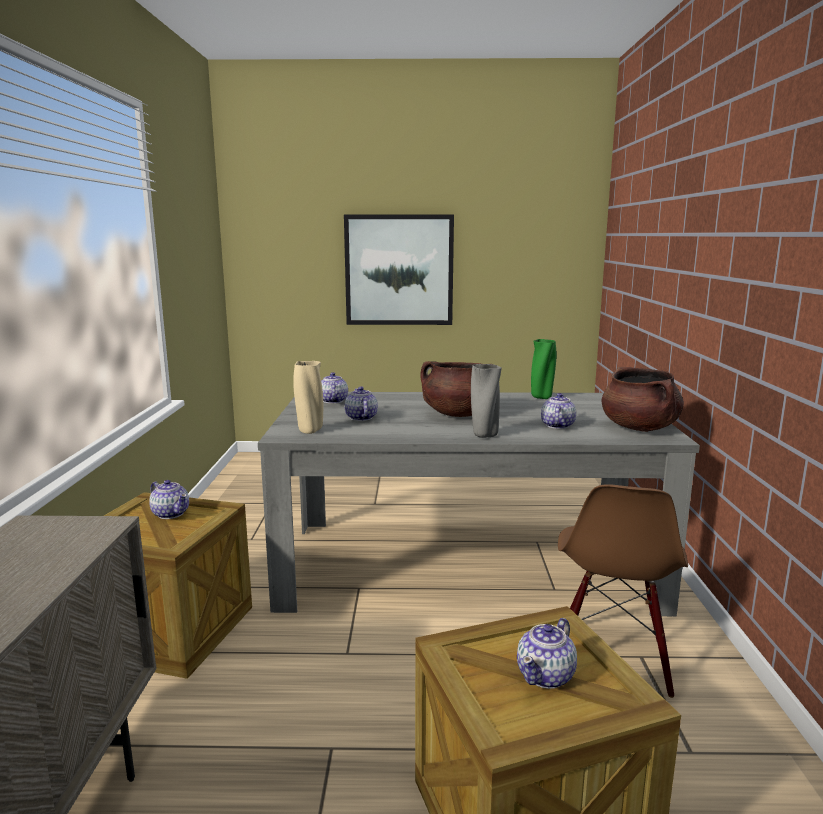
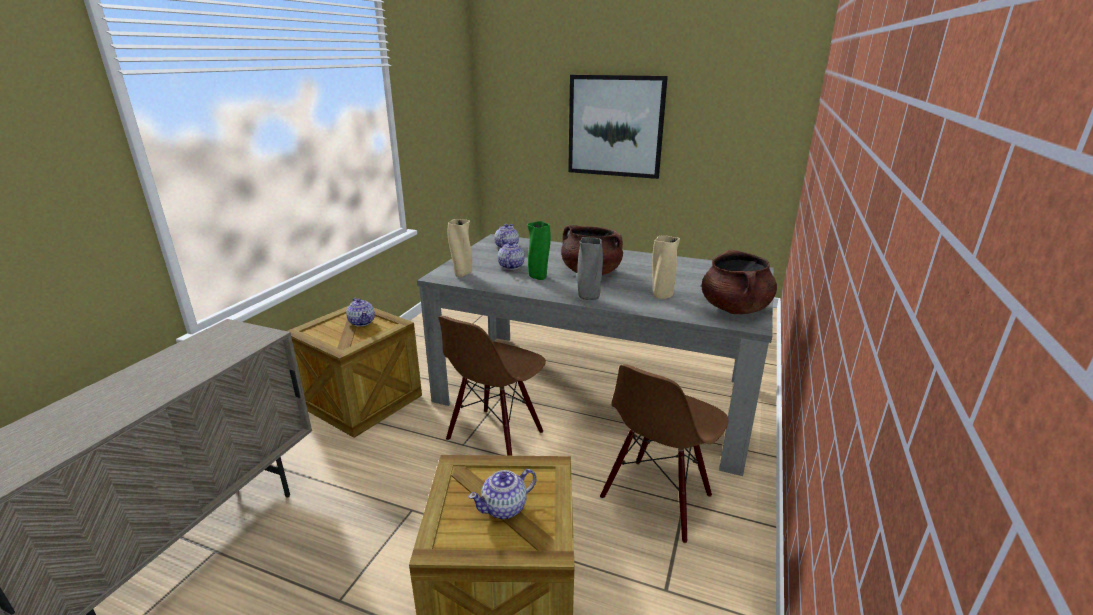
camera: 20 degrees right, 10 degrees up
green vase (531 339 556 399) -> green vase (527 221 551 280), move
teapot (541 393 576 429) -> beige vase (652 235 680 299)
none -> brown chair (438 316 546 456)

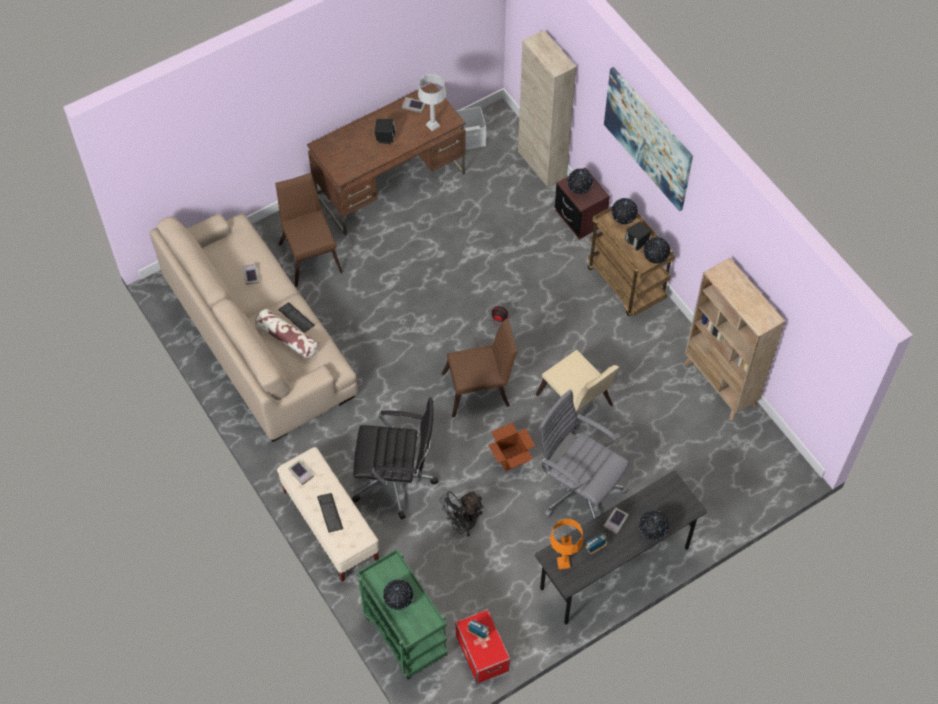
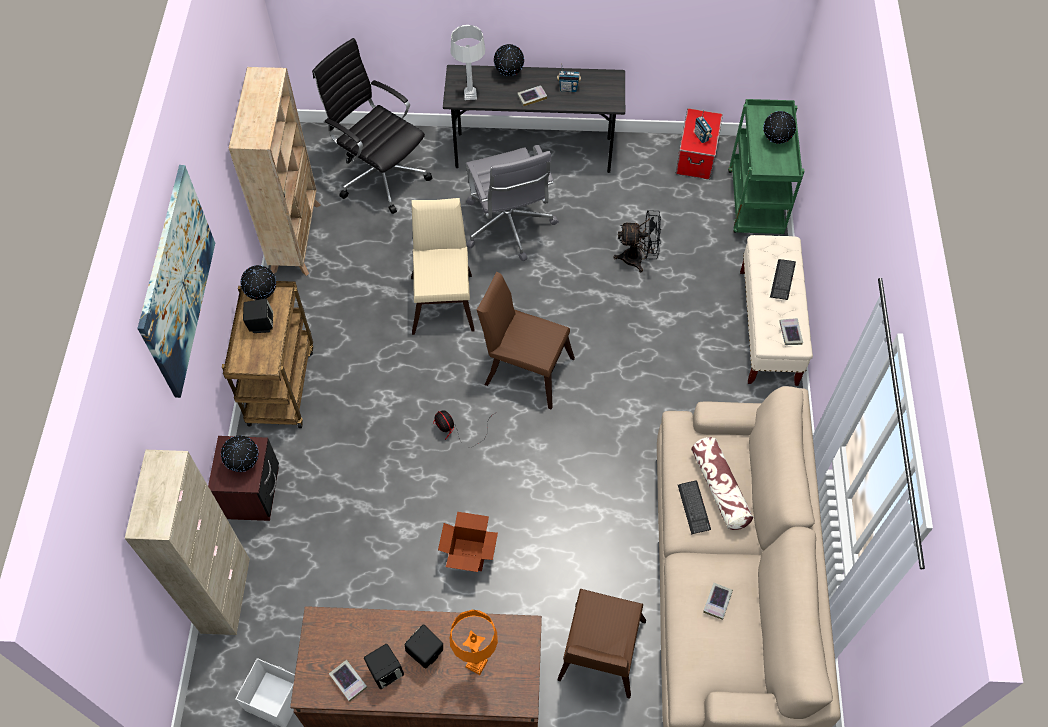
camera: 145 degrees left, 0 degrees up
grey table lamp (418 74 446 131) -> grey table lamp (450 25 485 100), move
globe (612 198 638 224) -> none
black office chair (352 397 438 519) -> black office chair (312 38 432 214), move
cardboard box (488 423 535 471) -> cardboard box (438 512 498 572), move
orange table lamp (550 519 583 569) -> orange table lamp (450 610 498 675), move
none -> black speaker (364 644 404 689)

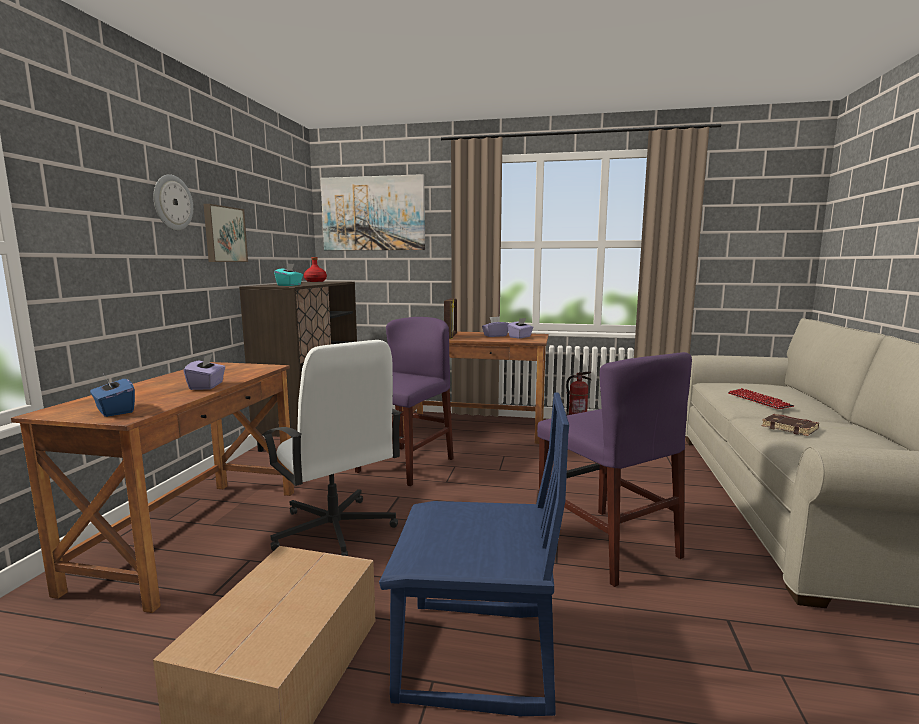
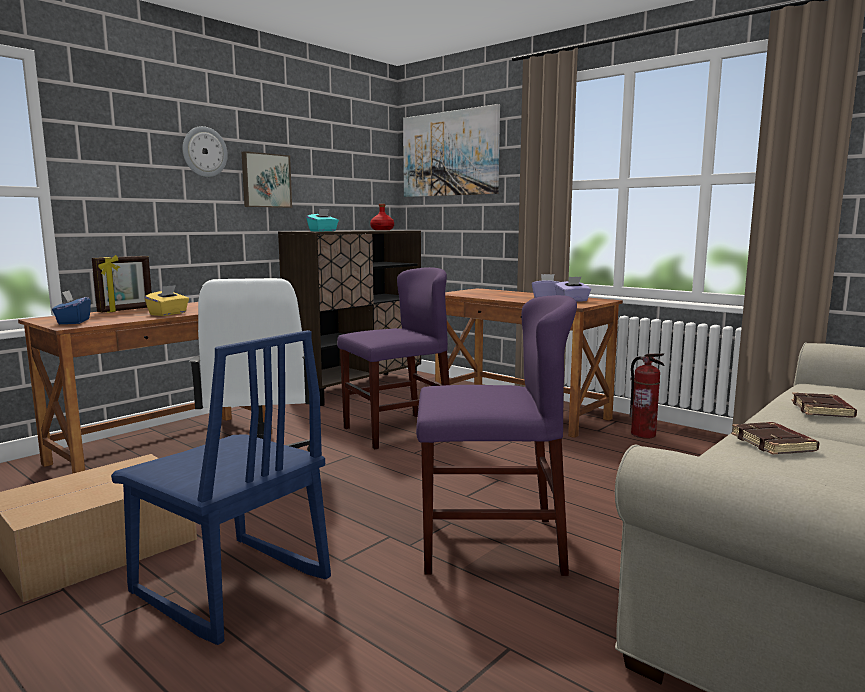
camera: 30 degrees right, 0 degrees up
picture frame (444 298 457 339) -> picture frame (92 255 152 312), move
purple chair (537 352 692 587) -> purple chair (416 295 577 576), 90 degrees counterclockwise
purple tissue box (184 353 225 390) -> yellow tissue box (144 285 189 316)
keyboard (728 388 795 409) -> brown book (791 392 857 418)

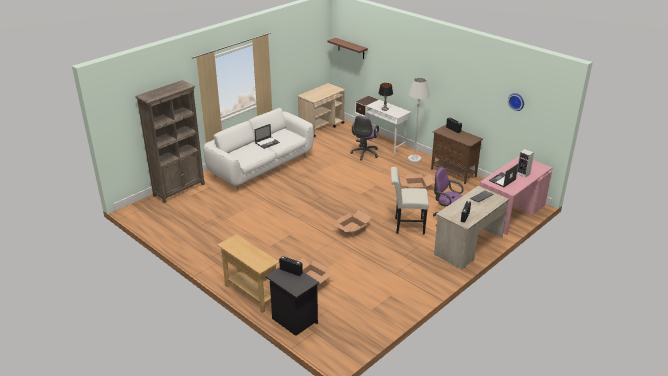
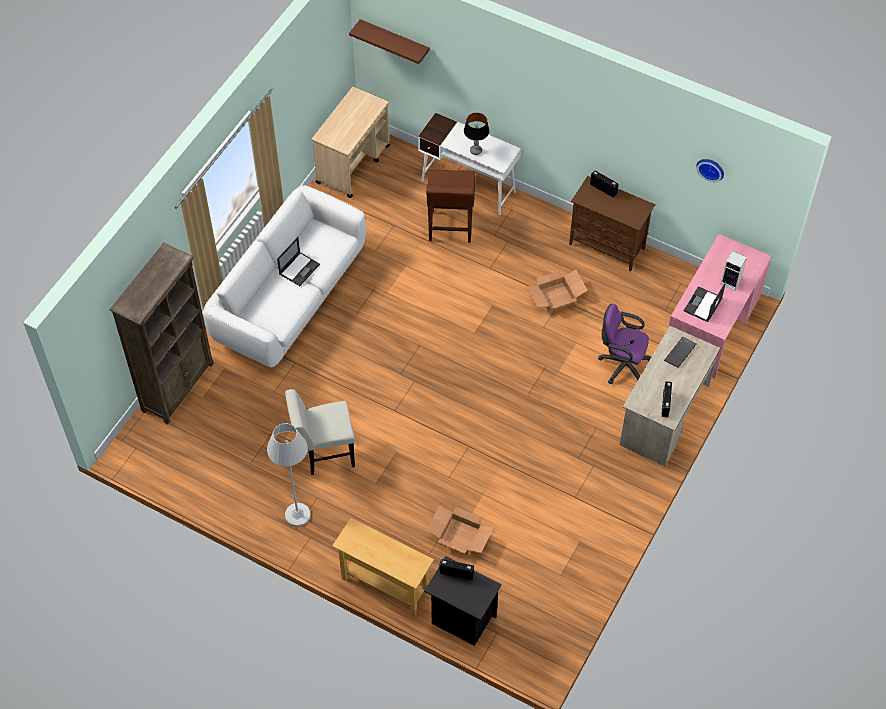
camera: 15 degrees left, 25 degrees up
white floor lamp (408 78 430 163) -> white floor lamp (267 423 311 527), move
purple office chair (350 116 379 160) -> brown stool (426 170 476 243)
white chair (391 167 429 235) -> white chair (285 389 355 475), move
cardboard box (333 210 372 237) -> none

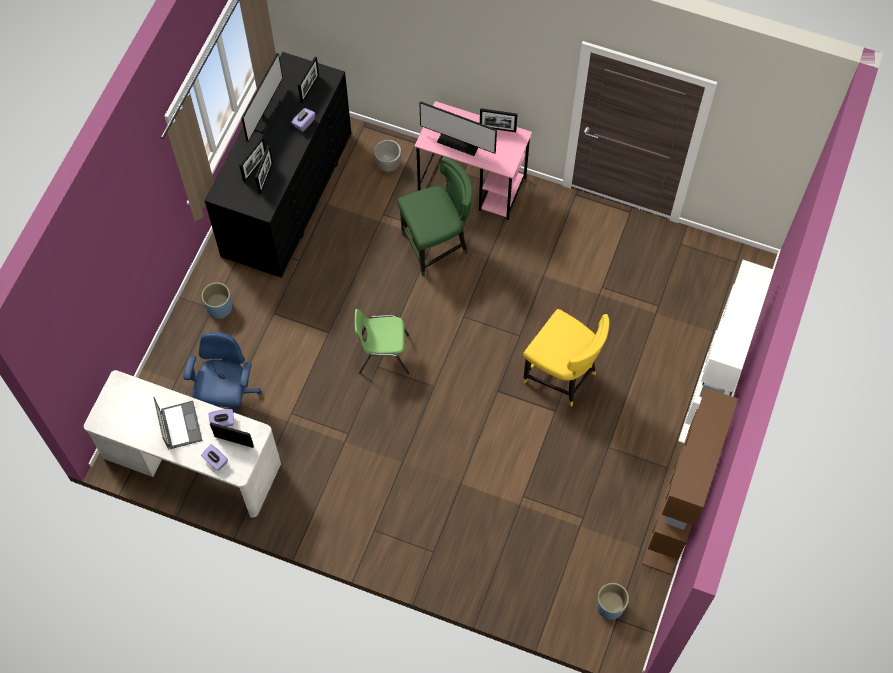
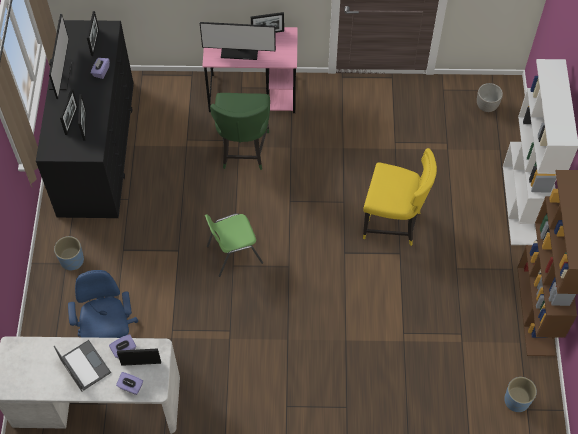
camera: 20 degrees left, 5 degrees down
planter (374 140 402 172) -> planter (477 83 503 112), move
green chair (397 157 472 276) -> green chair (210 93 270 170), 135 degrees clockwise

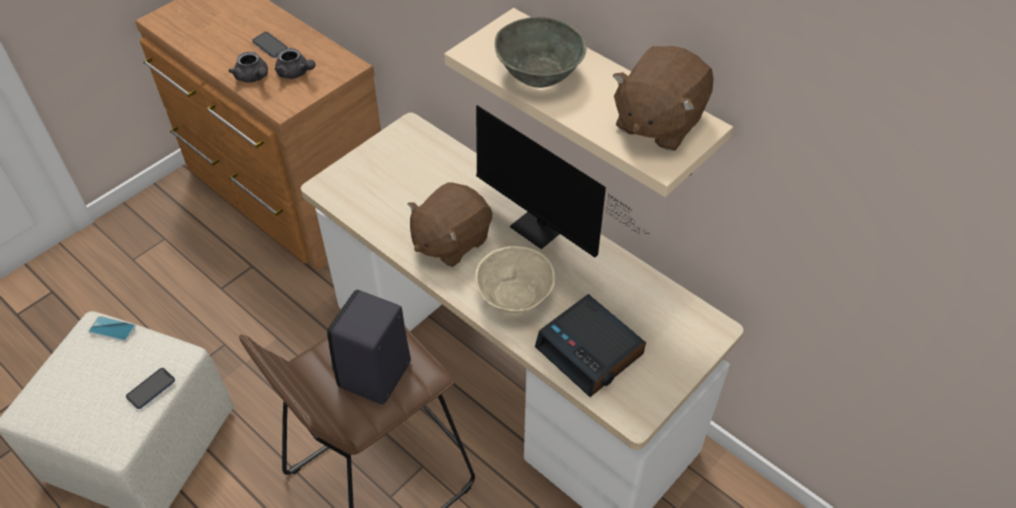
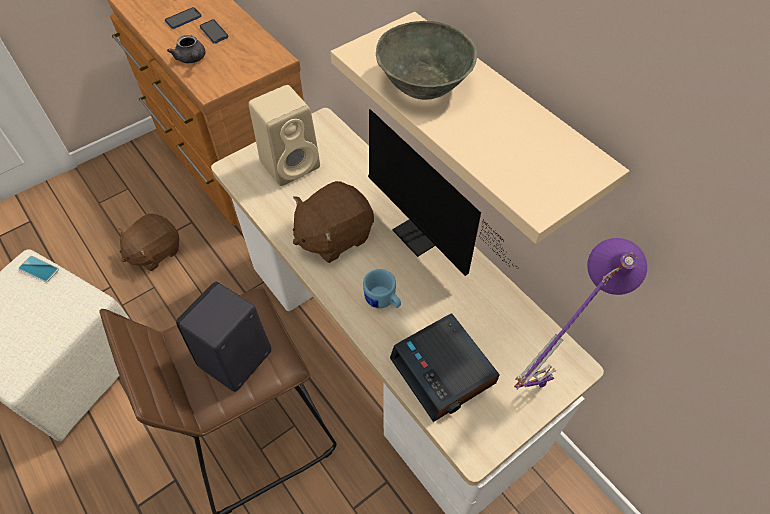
camera: 10 degrees right, 5 degrees up
brown plush toy (613 46 713 151) -> brown plush toy (118 214 179 271), move
grey teapot (275 48 315 79) -> none
beige bowl (475 246 555 313) -> blue mug (363 269 401 309)
phone (126 368 175 409) -> phone (165 7 202 29), move
none -> beige speaker (248 85 320 186)
none -> purple table lamp (514 238 647 389)

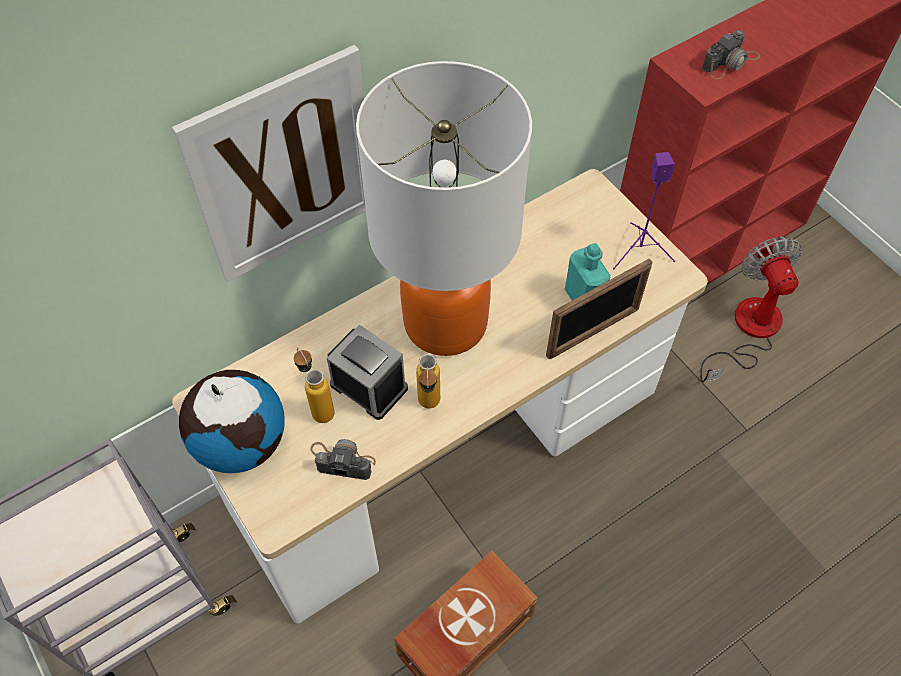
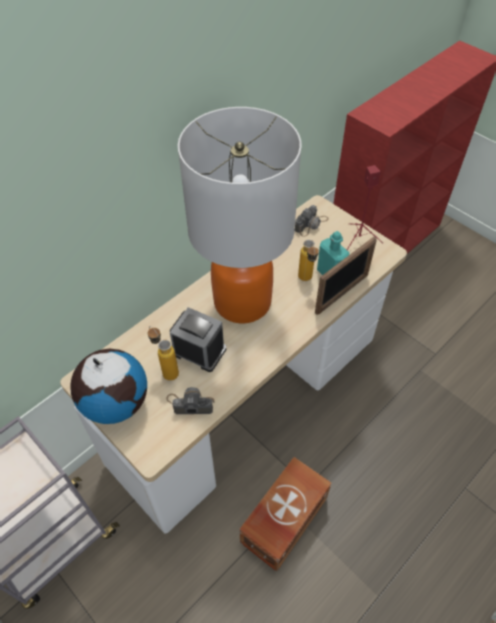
camera: 10 degrees left, 5 degrees down
photo camera (702 30 760 79) -> photo camera (295 205 329 237), move
picture (172 45 366 282) -> none
purple speaker (613 152 675 270) -> red speaker (347 165 383 250)
fan (700 237 802 382) -> none
bottle (416 354 440 408) -> bottle (298 240 319 281), move

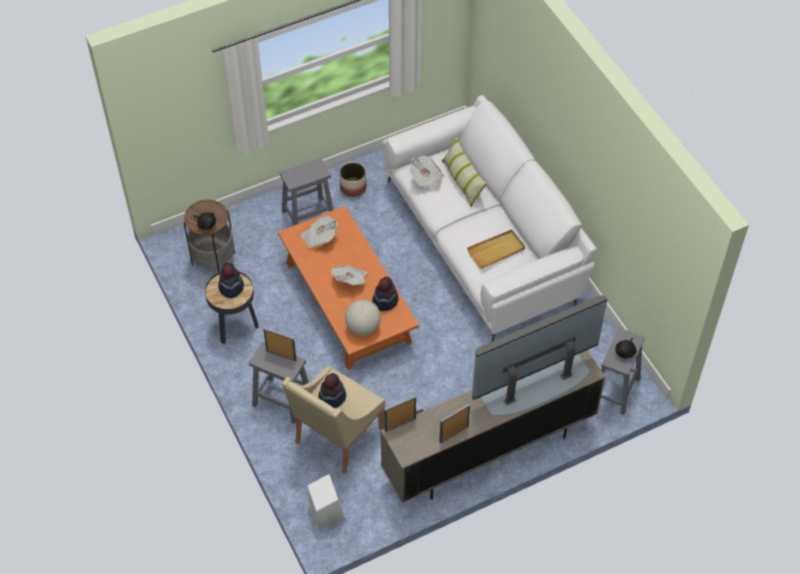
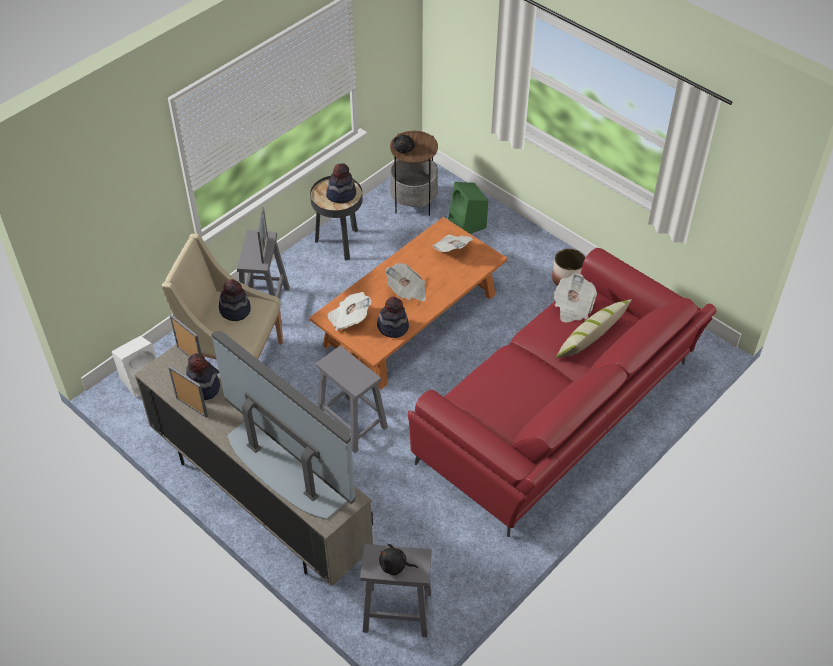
camera: 70 degrees right, 5 degrees down
white sofa (382 95 597 342) -> red sofa (408 248 716 537)
grey stool (279 158 333 226) -> grey stool (316 346 388 453), move
beige tray (467 230 525 269) -> none
globe (345 300 381 335) -> newspaper (327 292 372 331)
none -> green speaker (448 182 488 234)
none -> hat (186 353 220 400)

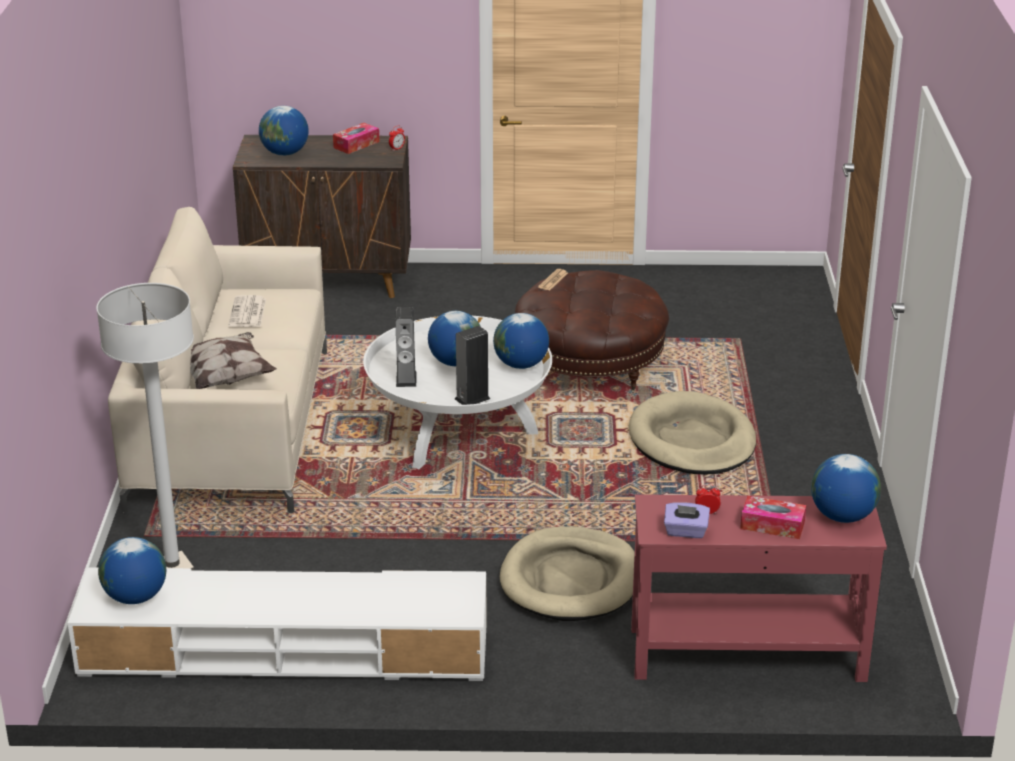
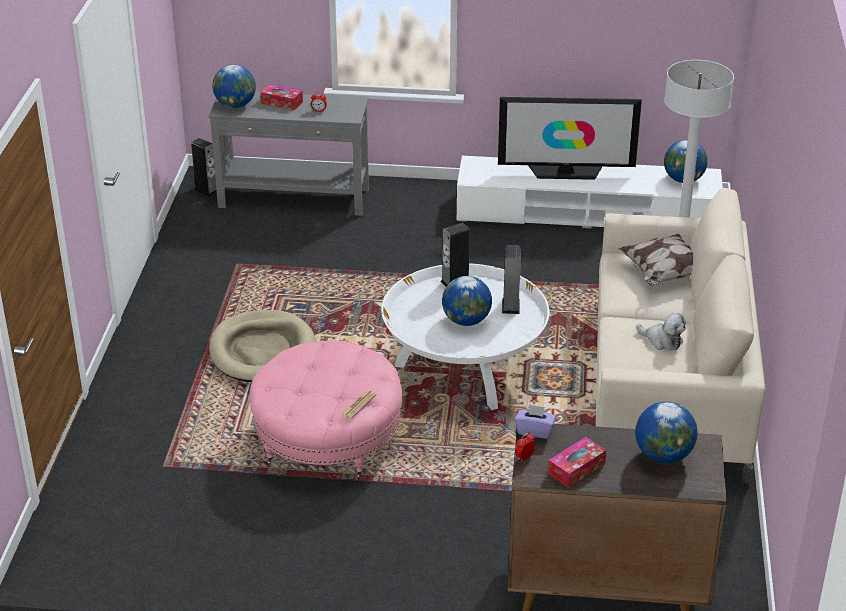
camera: 175 degrees left, 5 degrees up
brown ottoman (515 270 669 393) -> pink ottoman (250 341 403 477)
newspaper (228 295 266 327) -> plush toy (636 313 686 351)
globe (493 313 549 369) -> none
red console table (631 494 887 682) -> grey console table (208 92 369 216)
purple tissue box (664 502 710 538) -> purple tissue box (515 404 556 439), move
beige dog bed (500 526 635 621) -> none
none -> television (498 97 642 180)
none -> speaker (191 138 217 197)

